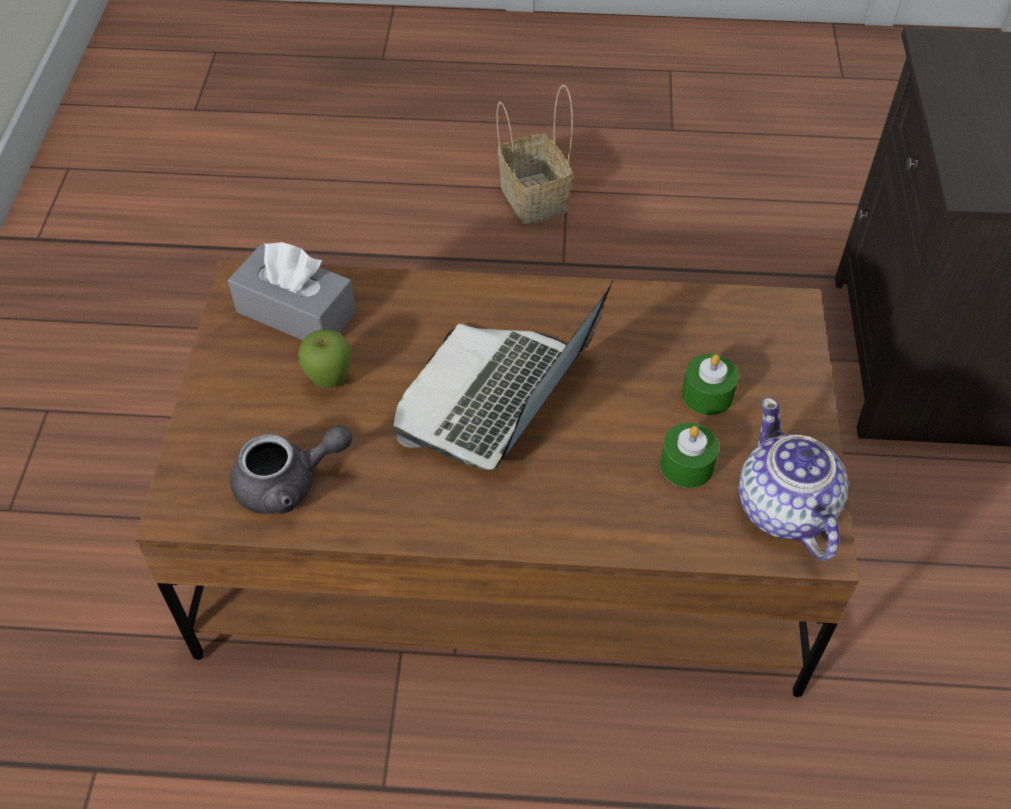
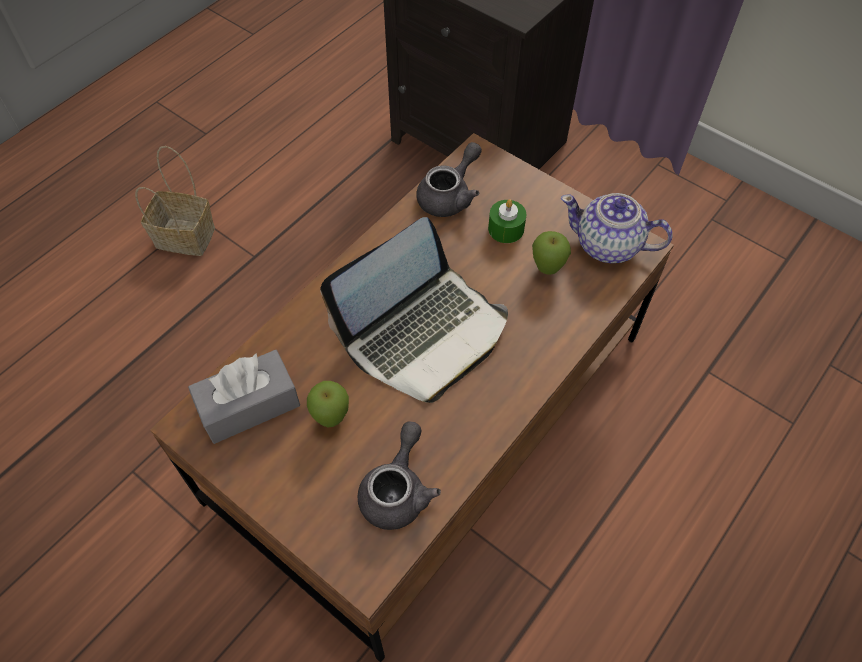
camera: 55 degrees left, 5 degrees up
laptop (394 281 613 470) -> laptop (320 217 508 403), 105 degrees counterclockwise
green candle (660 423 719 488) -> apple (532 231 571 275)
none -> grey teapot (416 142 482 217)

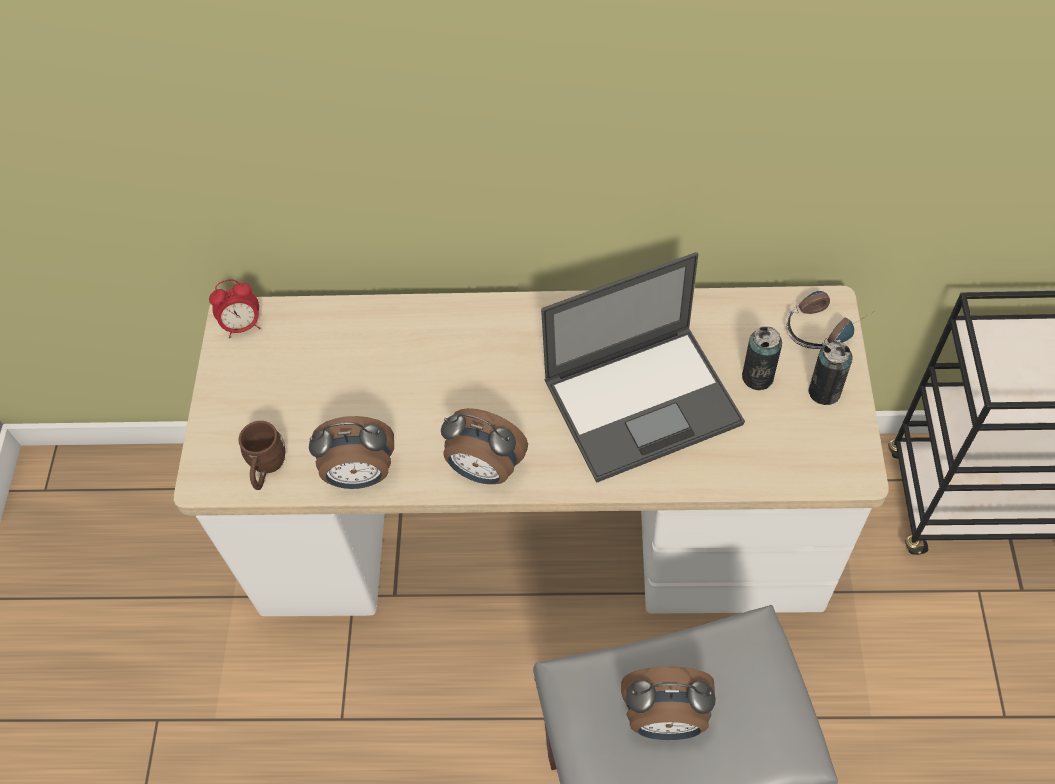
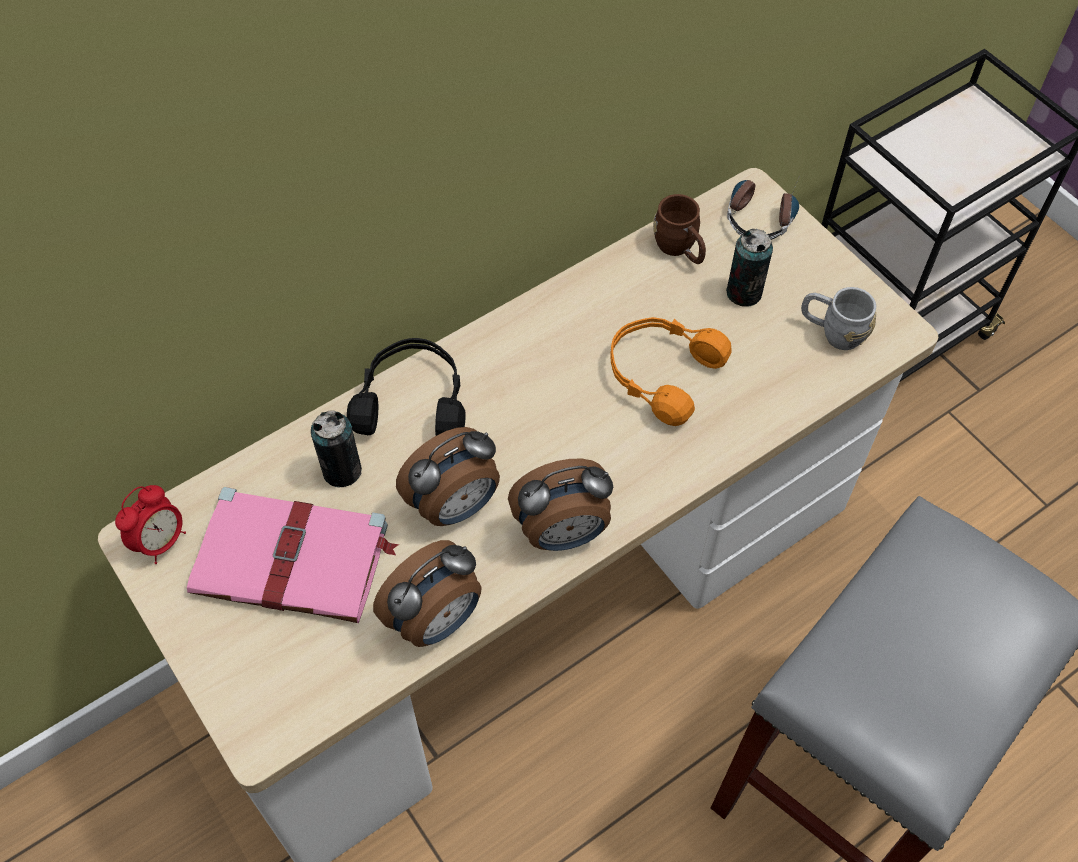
camera: 40 degrees left, 0 degrees up
laptop (541 252 745 482) -> orange headphones (610 317 731 426)
can (809 341 853 405) -> can (311 410 362 488), move
brown mug (238 421 285 490) -> brown mug (653 194 706 264), move
alarm clock (621 666 716 740) -> alarm clock (396 427 500 526), move
none -> grey mug (801 287 876 350)
none -> black headphones (347 338 466 436)
none -> pink book (187 487 399 623)

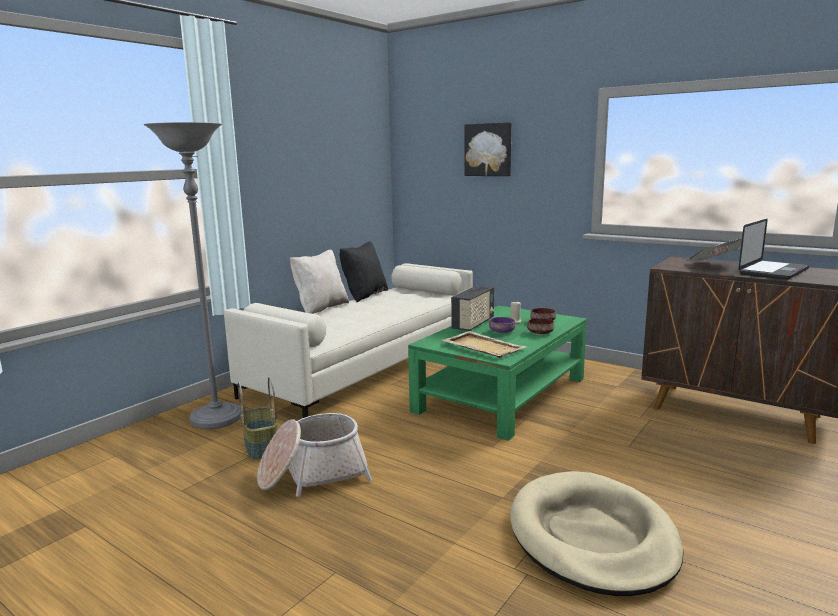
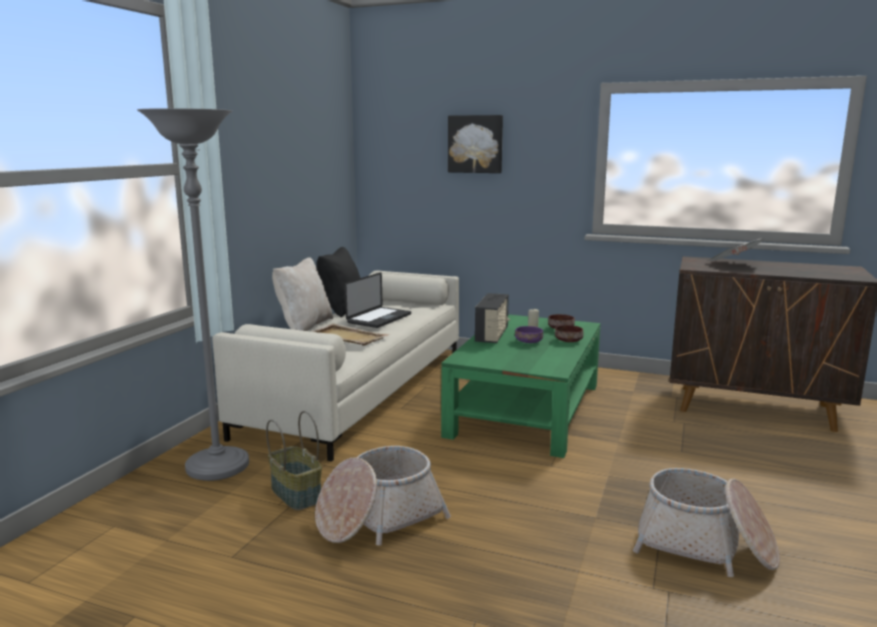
camera: 15 degrees left, 0 degrees up
laptop (739 219 810 280) -> laptop (345 272 411 328), move
beige tray (442 331 527 358) -> beige tray (311 323 390 346), move
beige dog bed (510 471 683 596) -> basket (633 468 780 577)

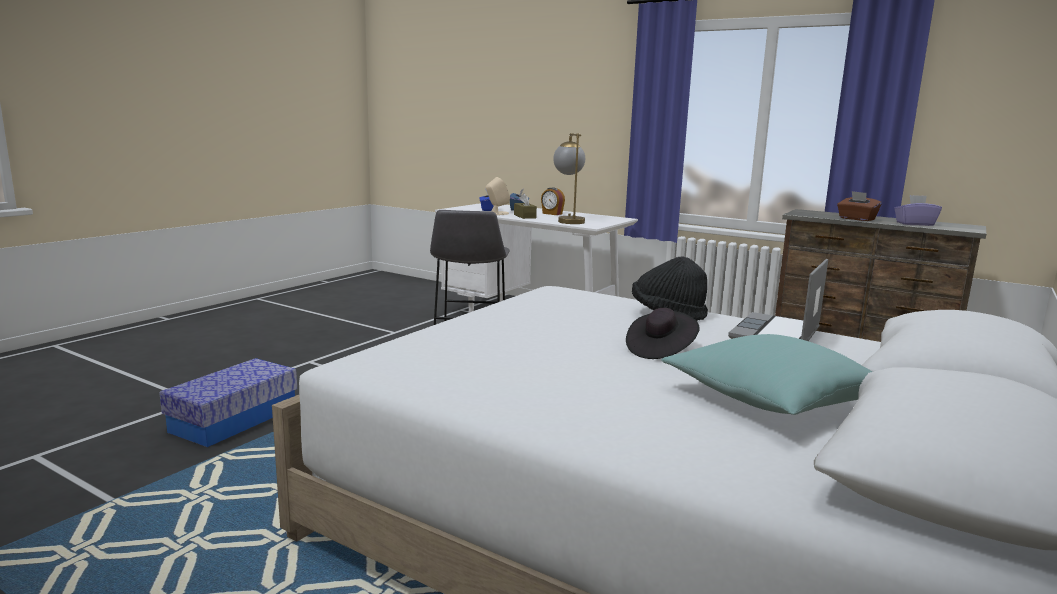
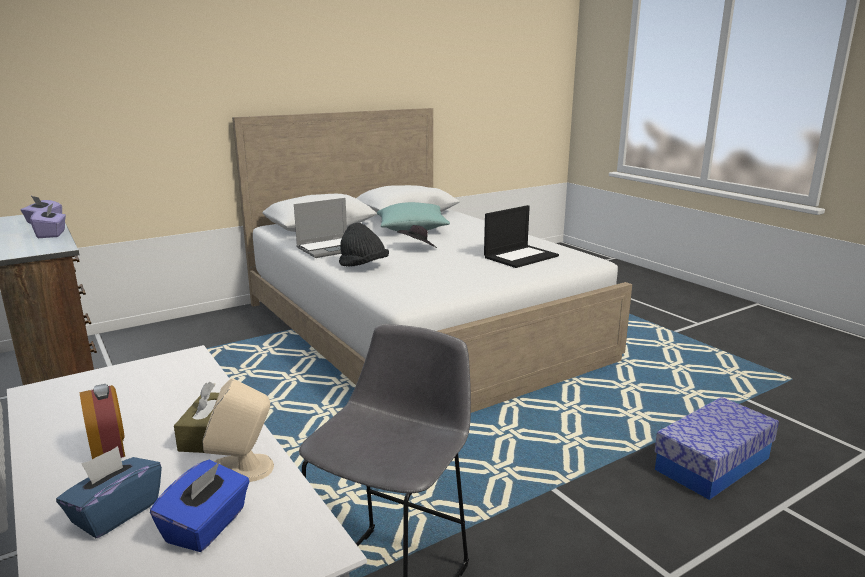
camera: 155 degrees left, 5 degrees up
table lamp (553 133 585 224) -> none
brown tissue box (837 191 882 221) -> purple tissue box (30 204 66 238)
none -> laptop (484 205 559 268)

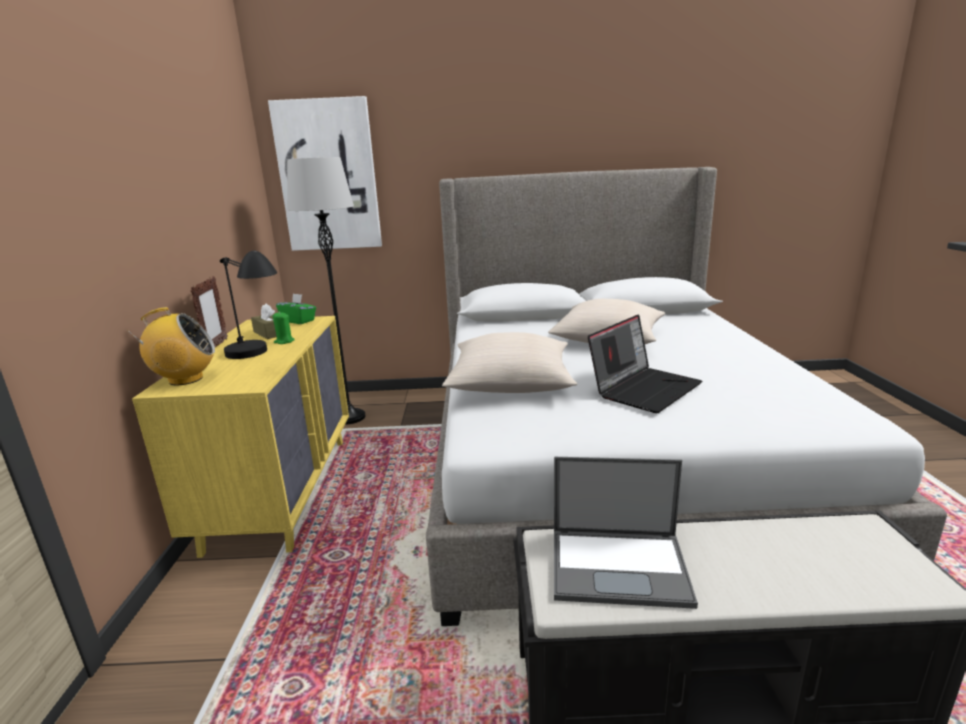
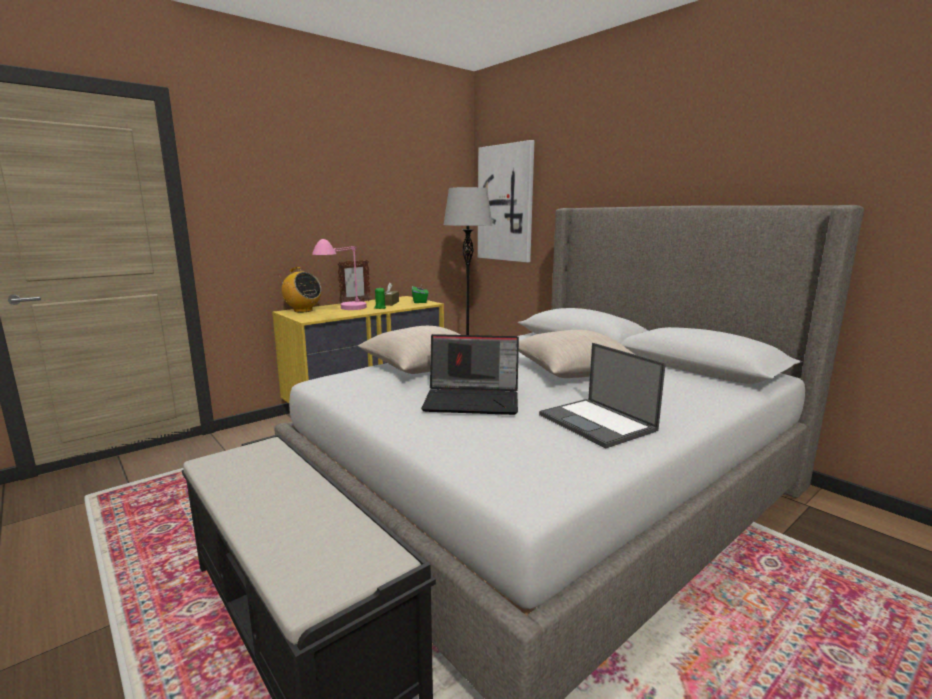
camera: 50 degrees right, 5 degrees down
black table lamp (220 250 277 359) -> pink table lamp (312 239 367 310)
laptop (554 457 698 609) -> laptop (539 343 666 448), move

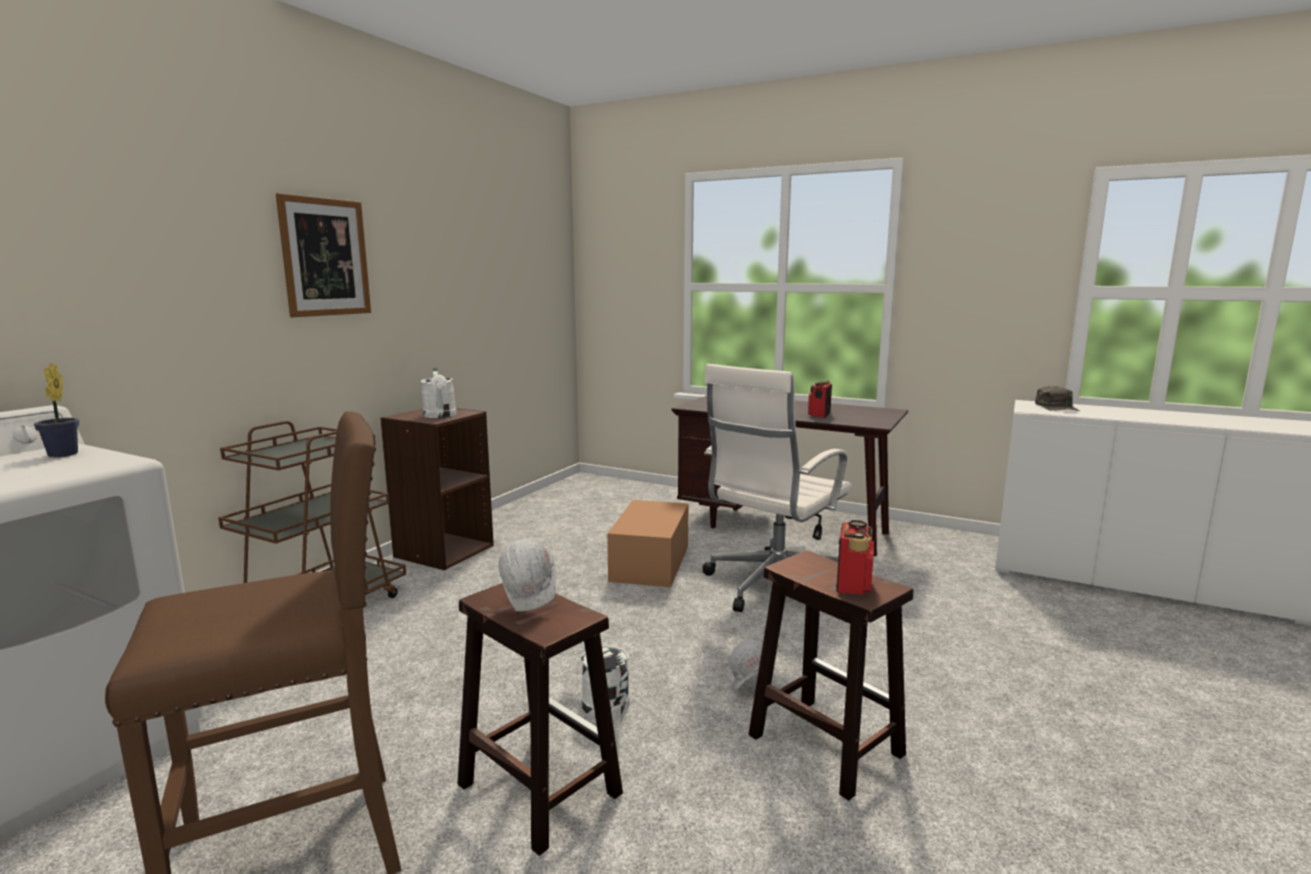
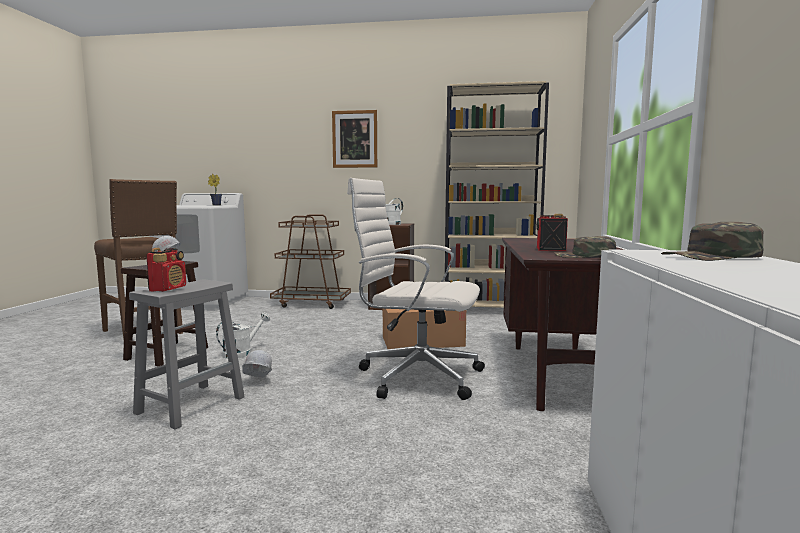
camera: 70 degrees right, 5 degrees down
radio (836 520 874 595) -> radio (146 248 186 292), 75 degrees counterclockwise
brown stool (748 550 913 801) -> grey stool (129 279 245 429)
none -> beige bookcase (445 81 549 308)
none -> green cap (554 236 616 258)

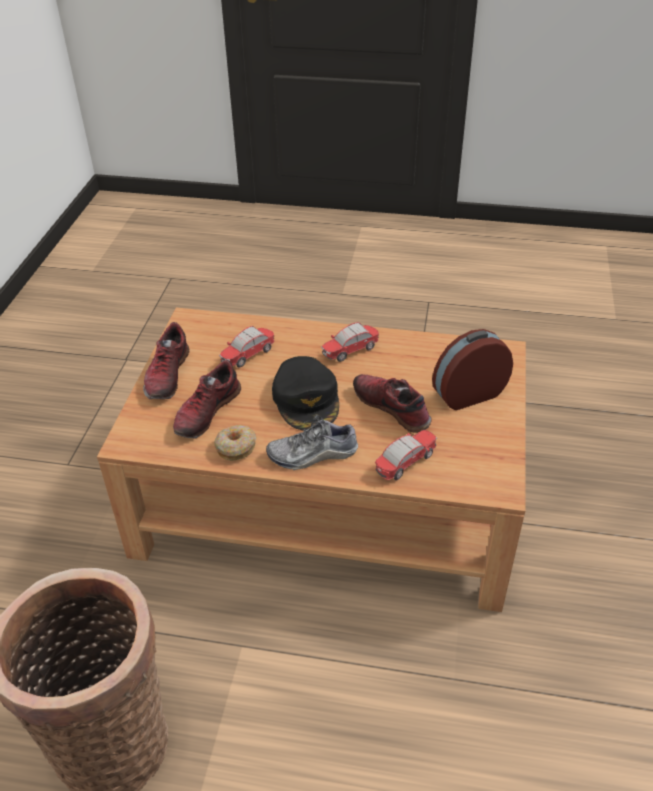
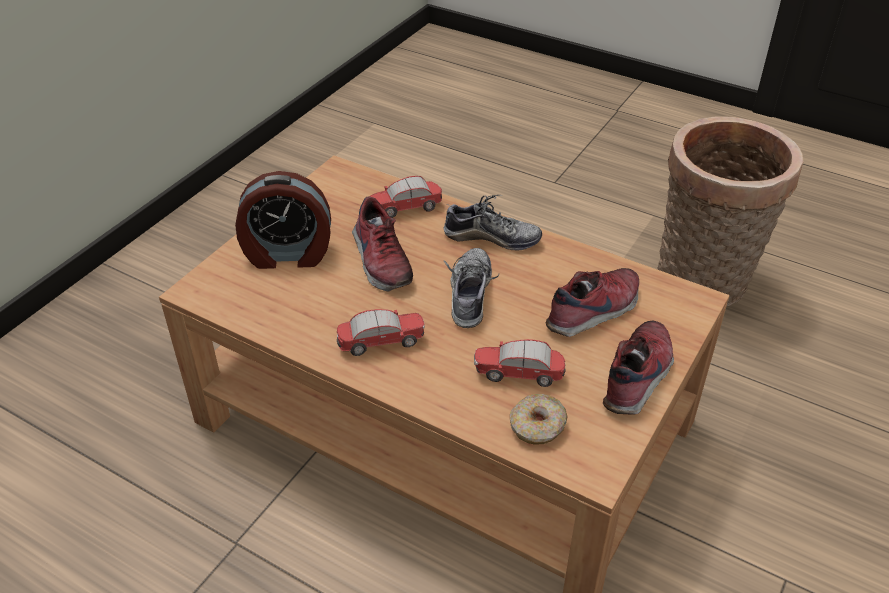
camera: 160 degrees left, 0 degrees up
toy car (219 326 274 368) -> toy car (474 339 566 387), 150 degrees counterclockwise
black cap (272 356 339 430) -> shoe (444 248 499 328)
donut (214 425 257 461) -> donut (510 394 568 445), move

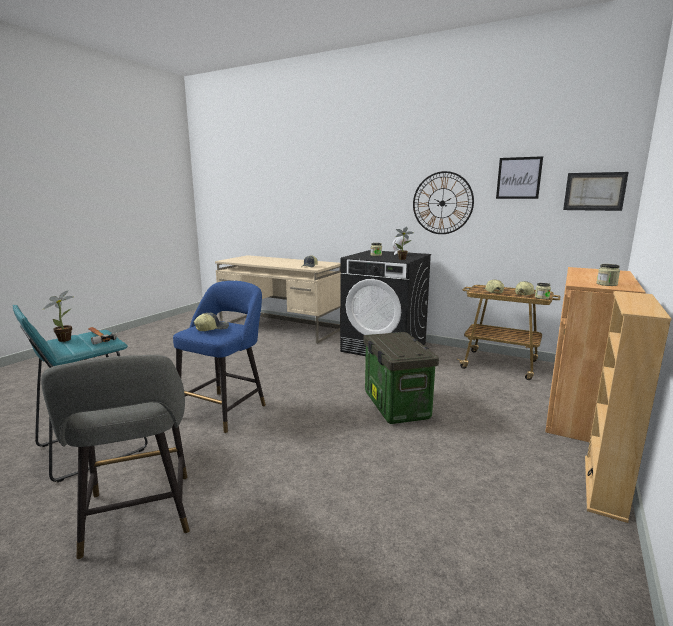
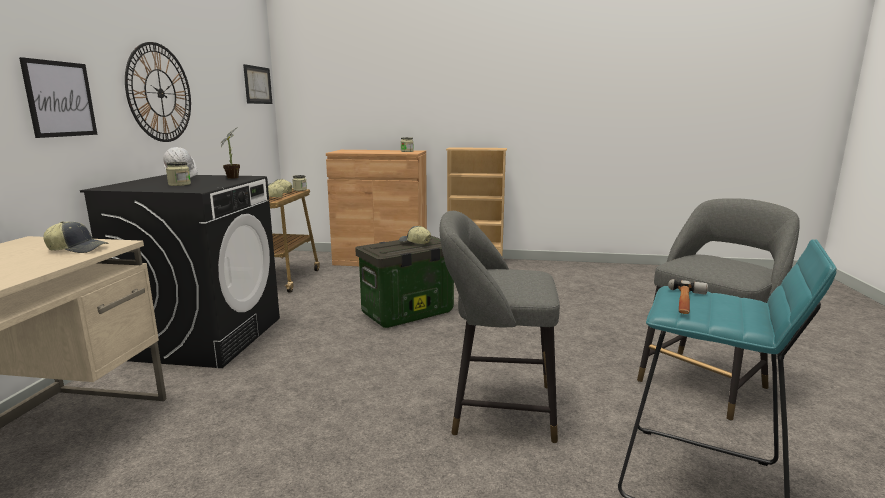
camera: 110 degrees left, 0 degrees up
picture (496 156 543 199) -> picture (19 57 97 138), move
blue stool (173 281 266 433) -> grey stool (440 211 560 443)
potted plant (43 291 73 342) -> none
cap (194 313 229 331) -> cap (399 226 431 244), move

